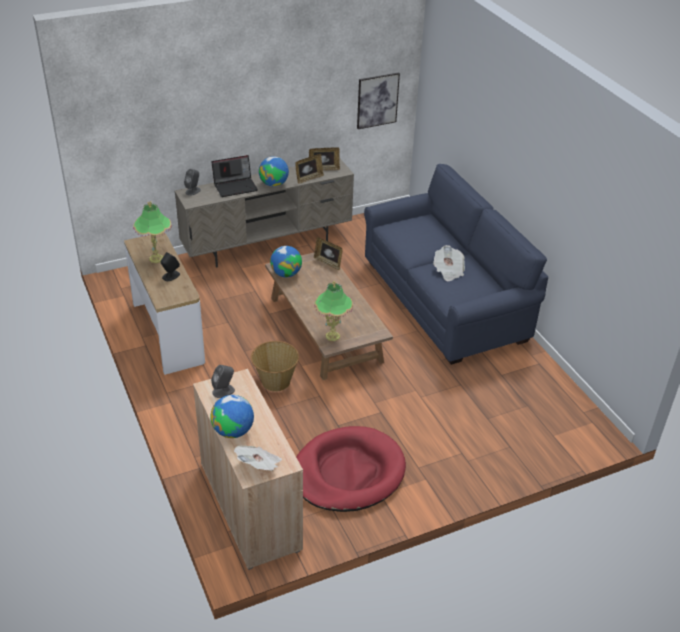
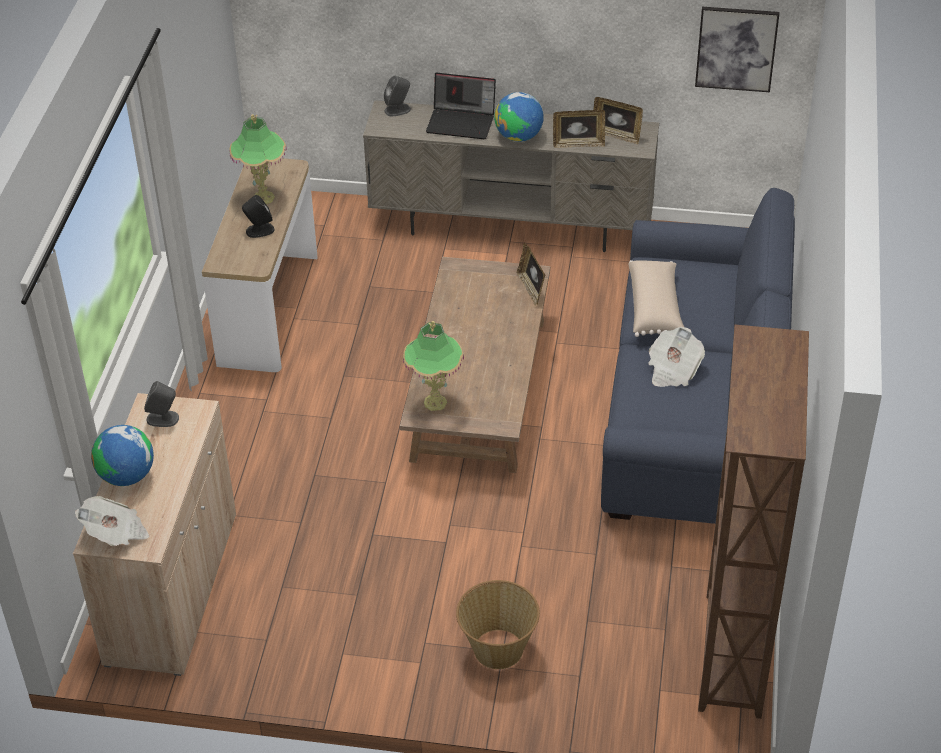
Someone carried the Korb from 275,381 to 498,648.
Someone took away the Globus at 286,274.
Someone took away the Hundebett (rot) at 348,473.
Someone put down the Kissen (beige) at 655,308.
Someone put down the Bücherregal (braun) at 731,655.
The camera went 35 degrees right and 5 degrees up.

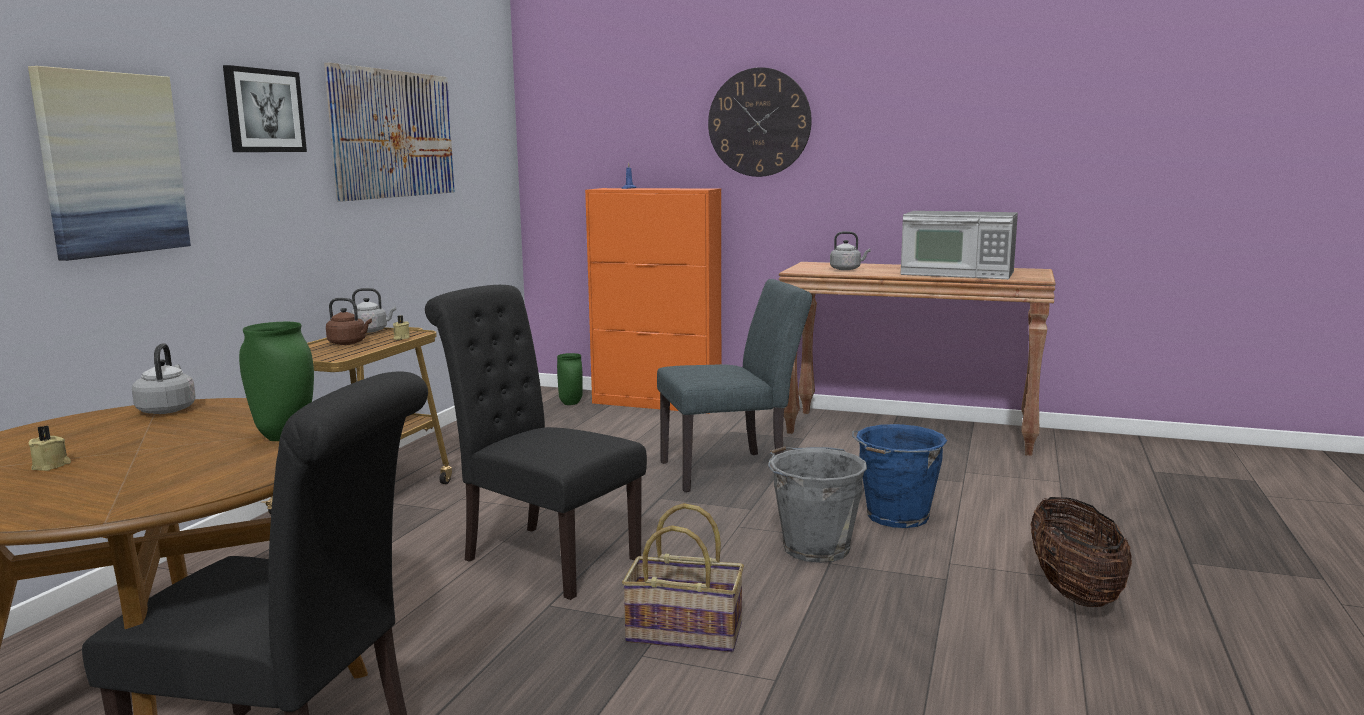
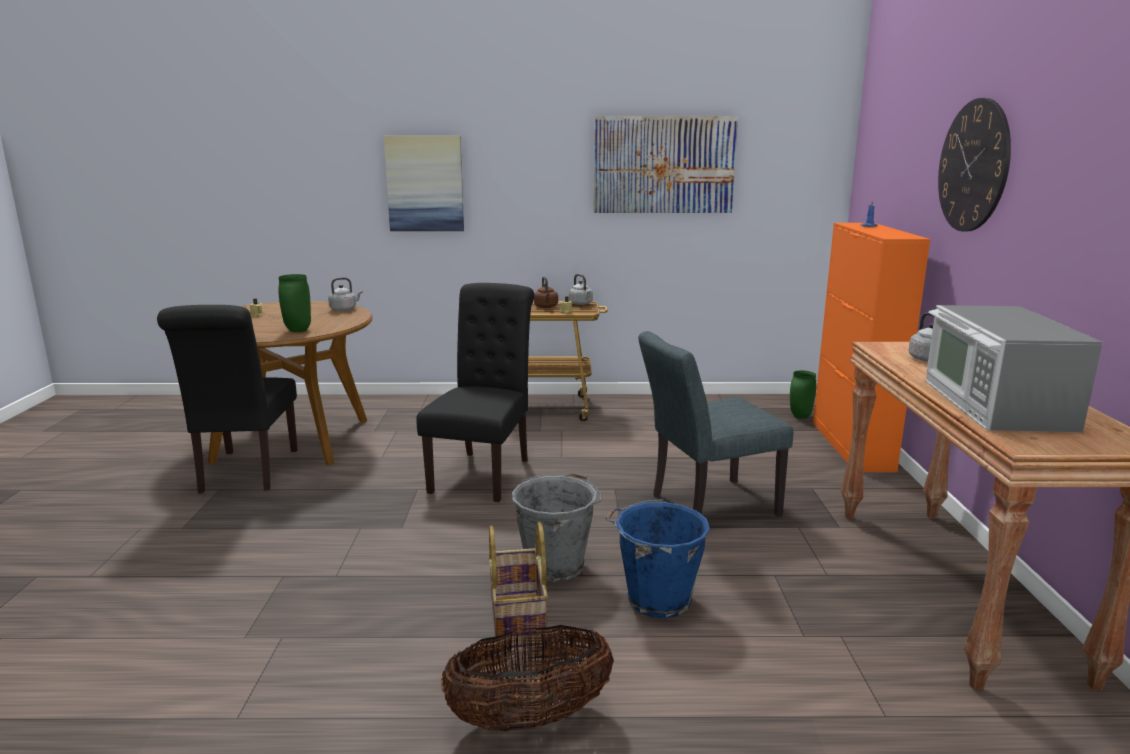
Someone took away the Bild at 264,111.
Someone carried the Korb from 685,632 to 519,620.
Someone rotated the Stuhl (grau) at 732,470 by 105 degrees clockwise.
The camera went 70 degrees right and 5 degrees up.

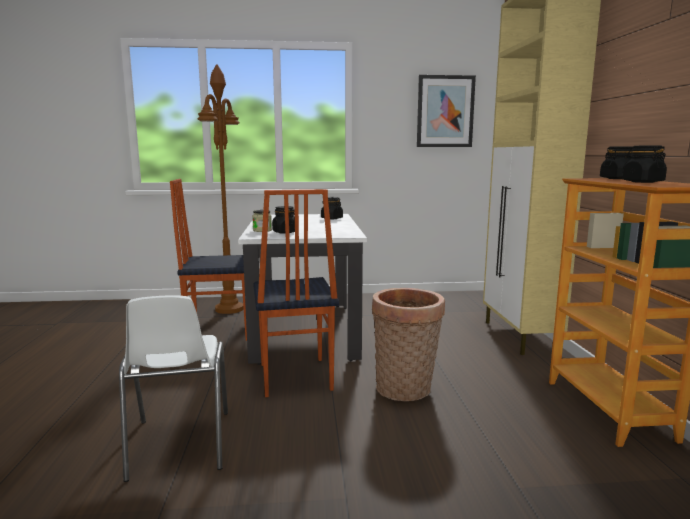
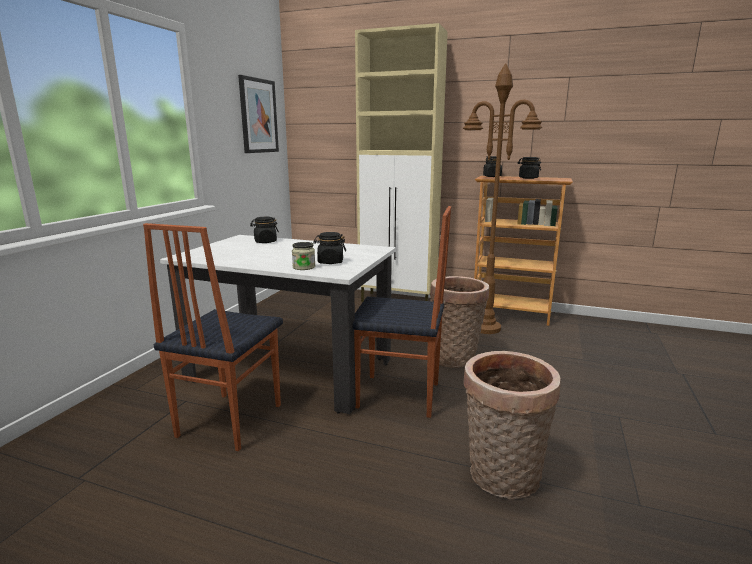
Someone swapped the Stuhl (weiß) at 179,445 for the Korb at 501,478.
Someone carried the Stehlampe (braun) from 229,309 to 486,328.
The camera went 65 degrees left and 5 degrees up.

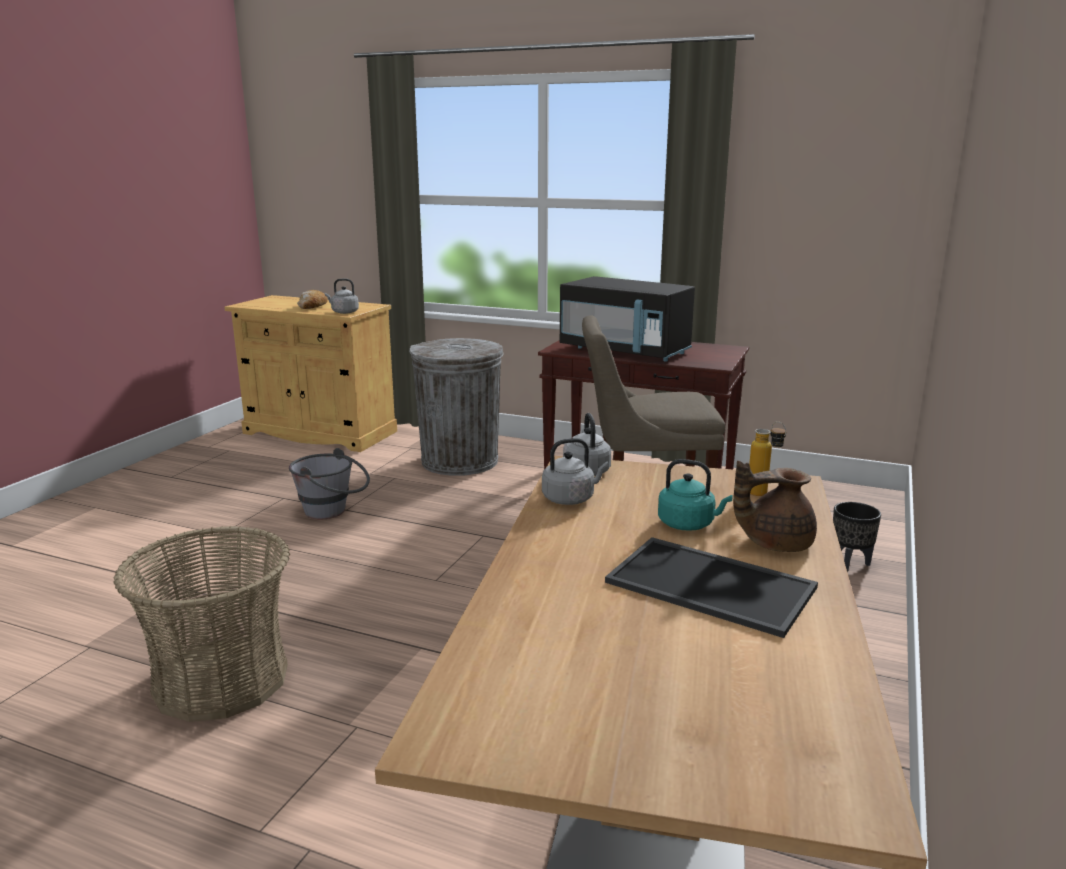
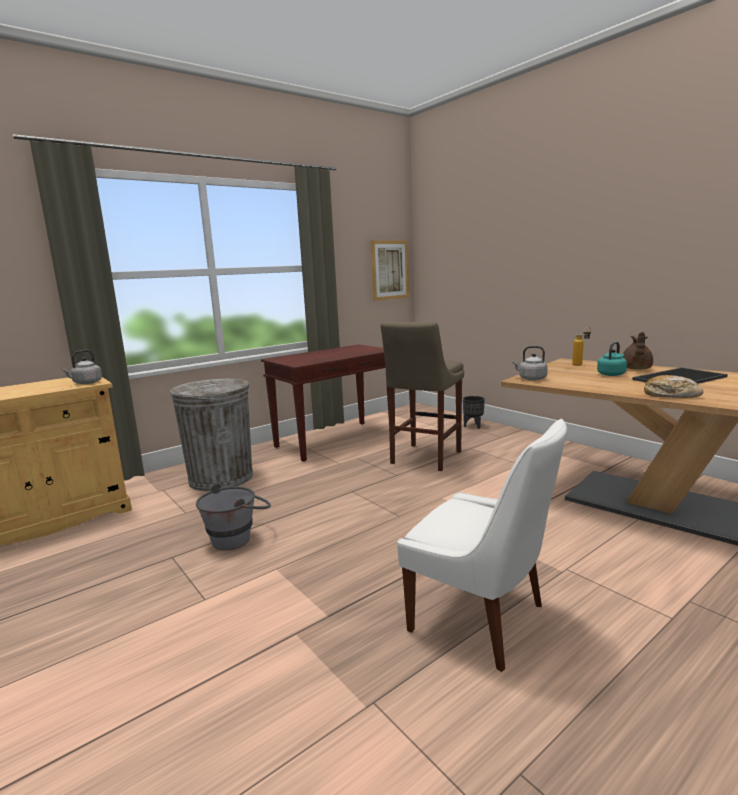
Someone swapped the Korb at 221,680 for the Stuhl (weiß) at 482,620.
Someone carried the Brot from 312,307 to 671,395.
Someone took away the Wasserkessel (grau) at 571,498.
Someone took away the Mikrowelle (schwarz) at 625,351.
Someone put up the Bild at 389,270.
The camera went 60 degrees left and 5 degrees down.

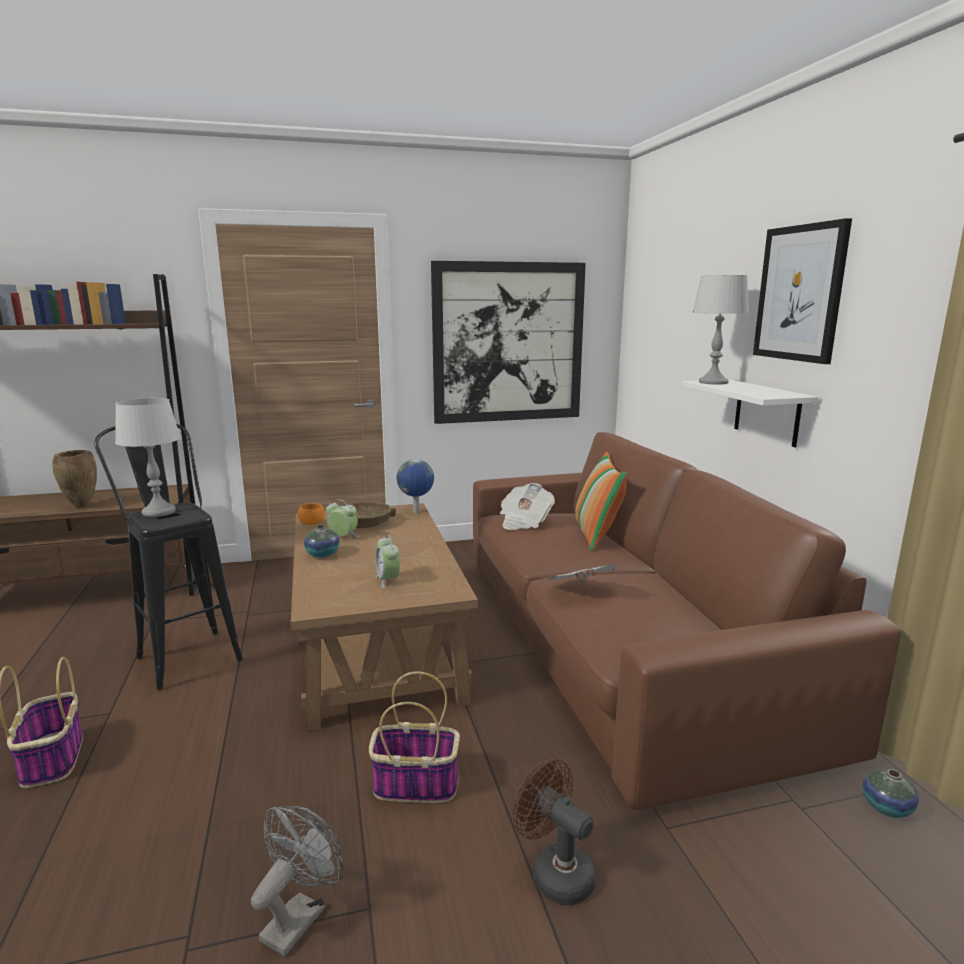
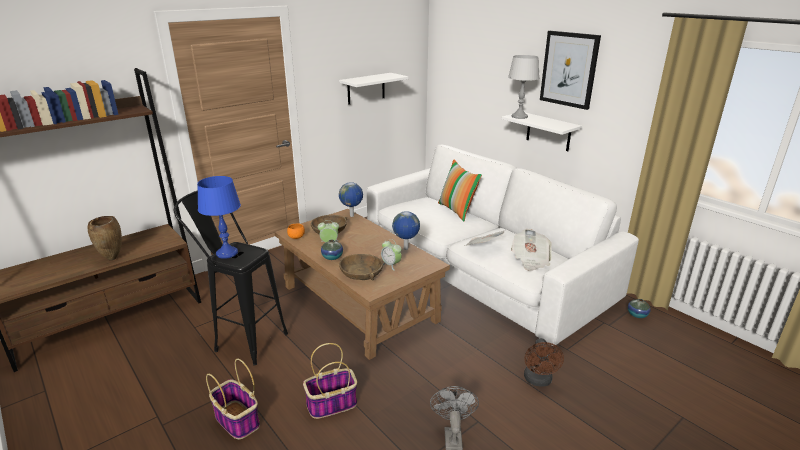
Someone repainted the Tischlampe (grau) at 159,512, which became the Tischlampe (blau) at 227,253.
Someone carried the Korb from 414,785 to 331,404.
Someone swapped the Bild at 508,343 for the Wandregal (weiß) at 366,88.
Someone repainted the Sofa (braun) at 616,639, which became the Sofa (weiß) at 482,267.
Someone carried the Zeitung from 524,522 to 530,260.
Someone rotated the Ventilator (braun) at 555,872 by 105 degrees counterclockwise.
Someone put down the Schüssel (braun) at 361,273.
Someone put down the Globus at 406,249.
The camera went 25 degrees left and 10 degrees up.

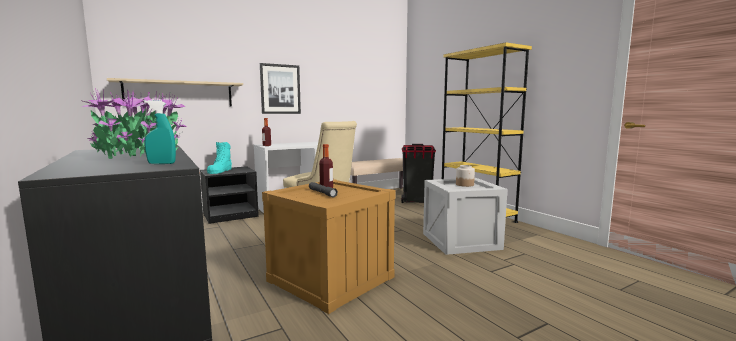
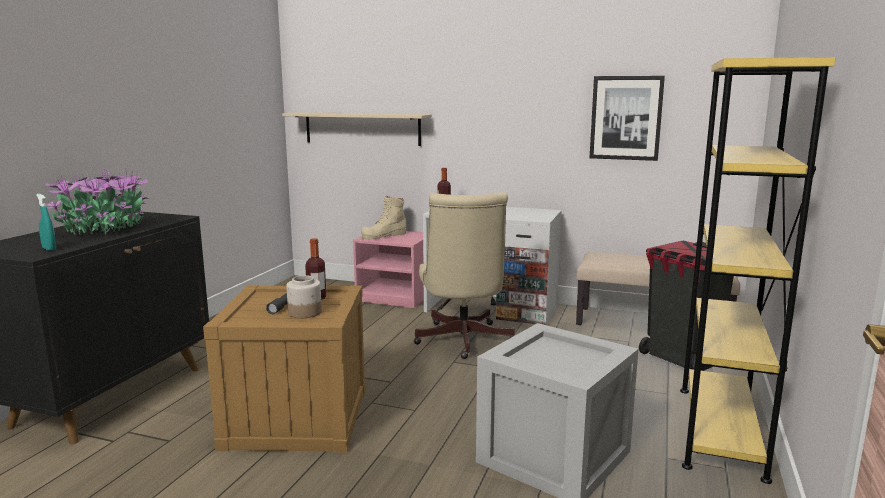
Someone repainted the Nachttisch (schwarz) at 231,215, which became the Nachttisch (rosa) at 396,296.
Someone repainted the Stiefel (türkis) at 220,171, which became the Stiefel (beige) at 384,235.
Someone carried the Bild from 280,89 to 626,118.
Someone carried the Vorratsglas from 465,184 to 305,312.
The camera went 50 degrees right and 5 degrees up.

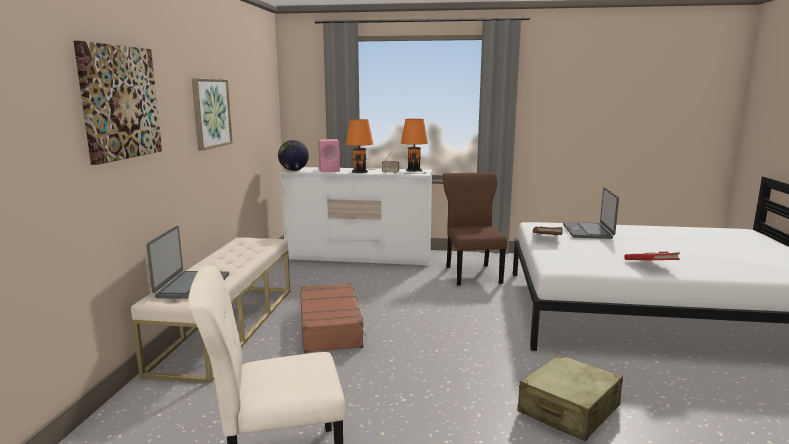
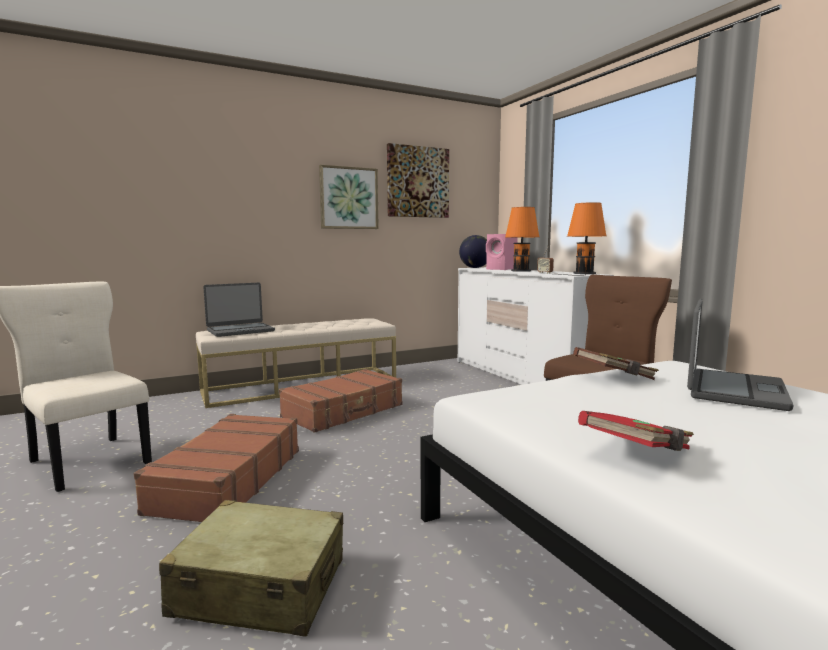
Someone carried the Bild from 119,102 to 417,182.
Someone rotated the Laptop at 588,231 by 150 degrees clockwise.
Someone put down the Koffer (braun) at 227,480.
The camera went 55 degrees right and 5 degrees down.

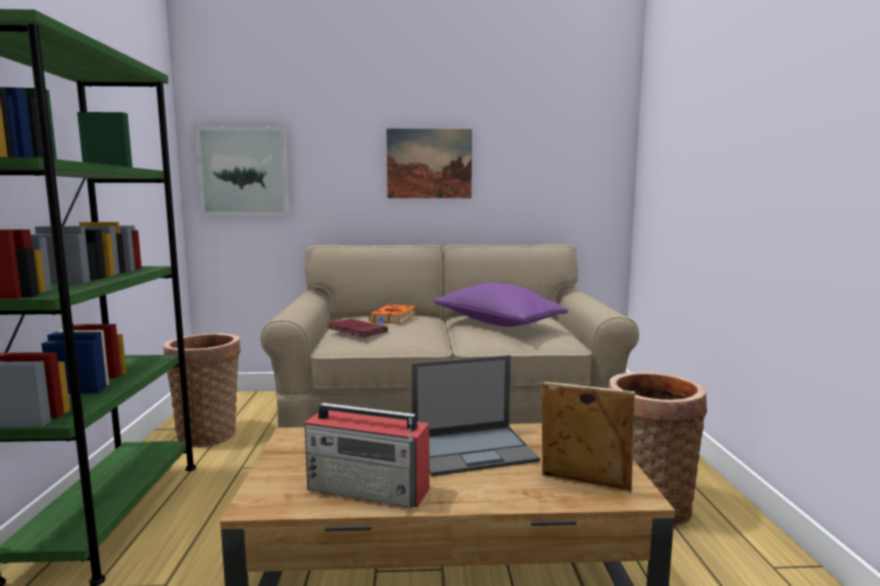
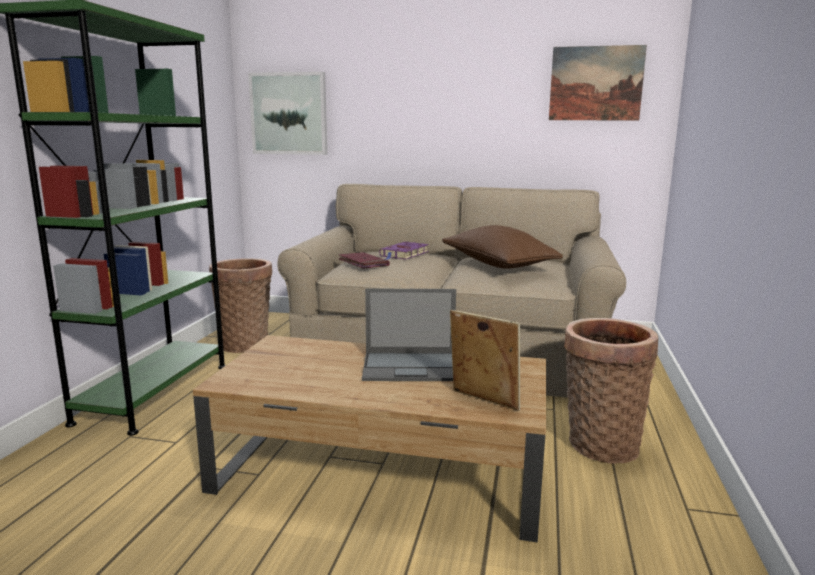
Someone took away the Radio at 369,489.
Someone repainted the Buch (orange) at 393,318, which became the Buch (lila) at 404,254.
Someone carried the Bild from 429,163 to 596,83.
Someone repainted the Kissen (lila) at 497,324, which became the Kissen (braun) at 497,265.
The camera went 15 degrees right and 5 degrees up.

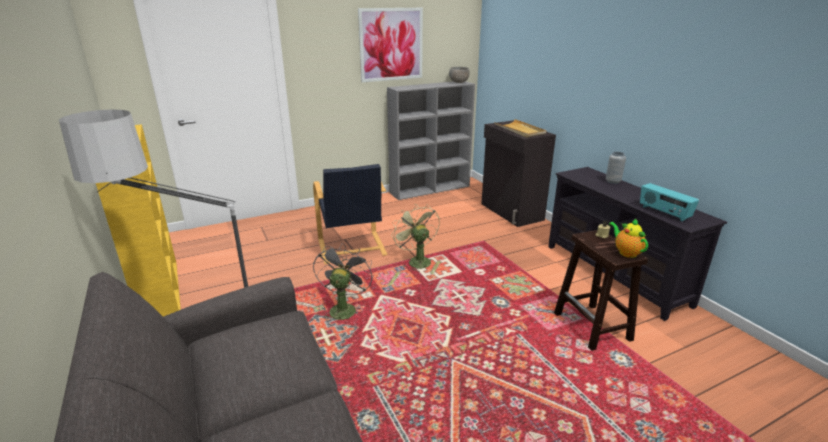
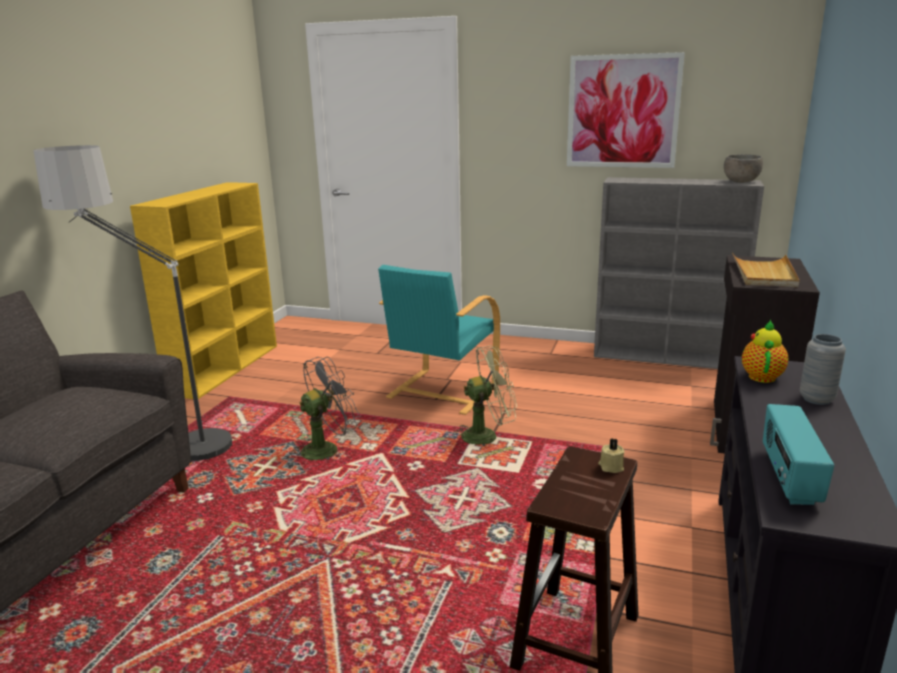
Someone repainted the Sessel (schwarz) at 351,248, which became the Sessel (türkis) at 441,391.
Someone rotated the Ventilator (grün) at 416,261 by 60 degrees clockwise.
Someone carried the Teekanne from 626,252 to 761,376.
The camera went 45 degrees right and 5 degrees down.

